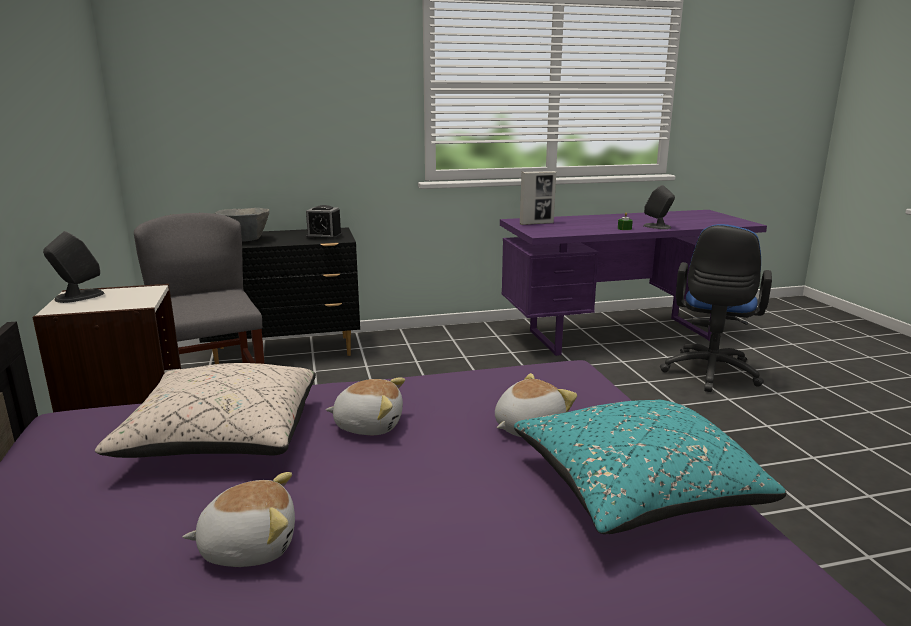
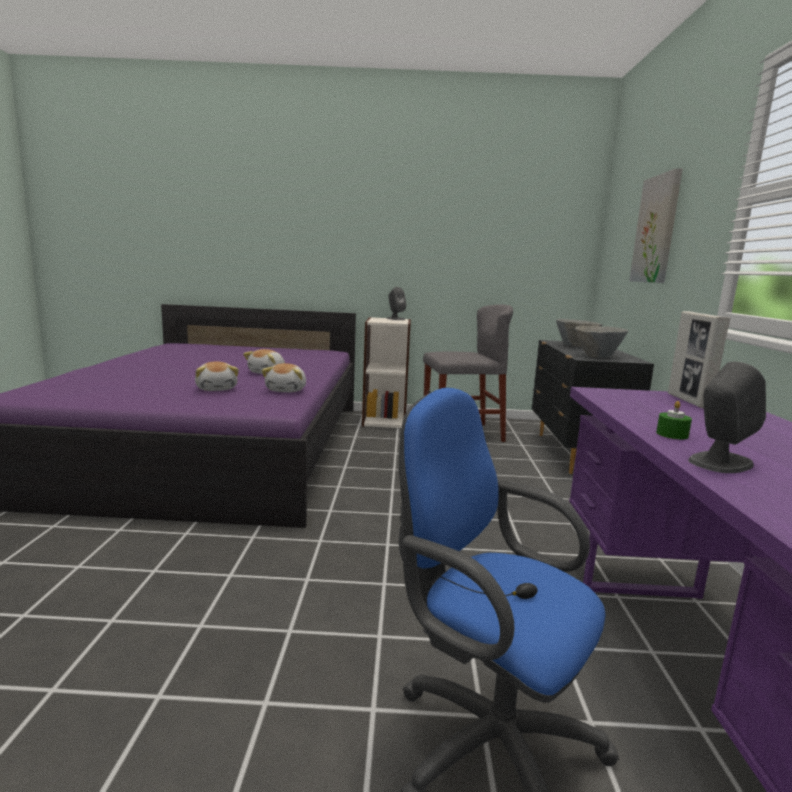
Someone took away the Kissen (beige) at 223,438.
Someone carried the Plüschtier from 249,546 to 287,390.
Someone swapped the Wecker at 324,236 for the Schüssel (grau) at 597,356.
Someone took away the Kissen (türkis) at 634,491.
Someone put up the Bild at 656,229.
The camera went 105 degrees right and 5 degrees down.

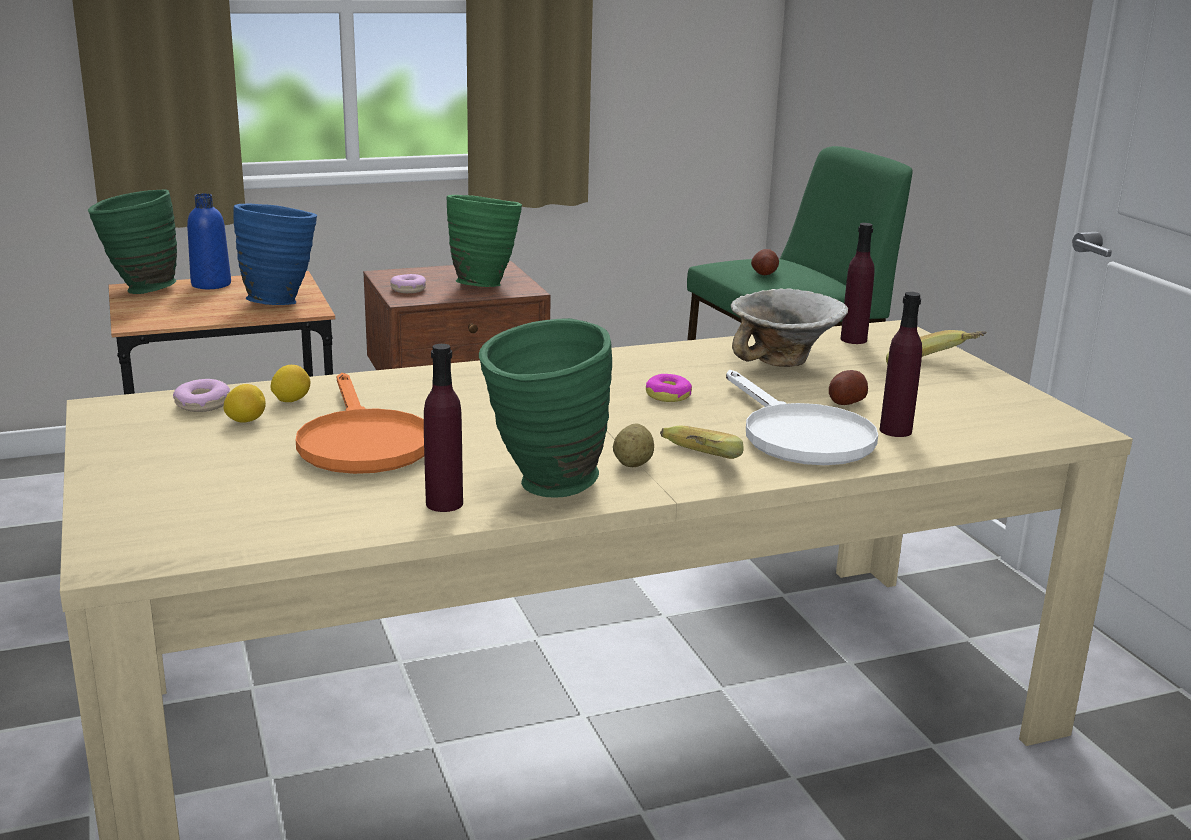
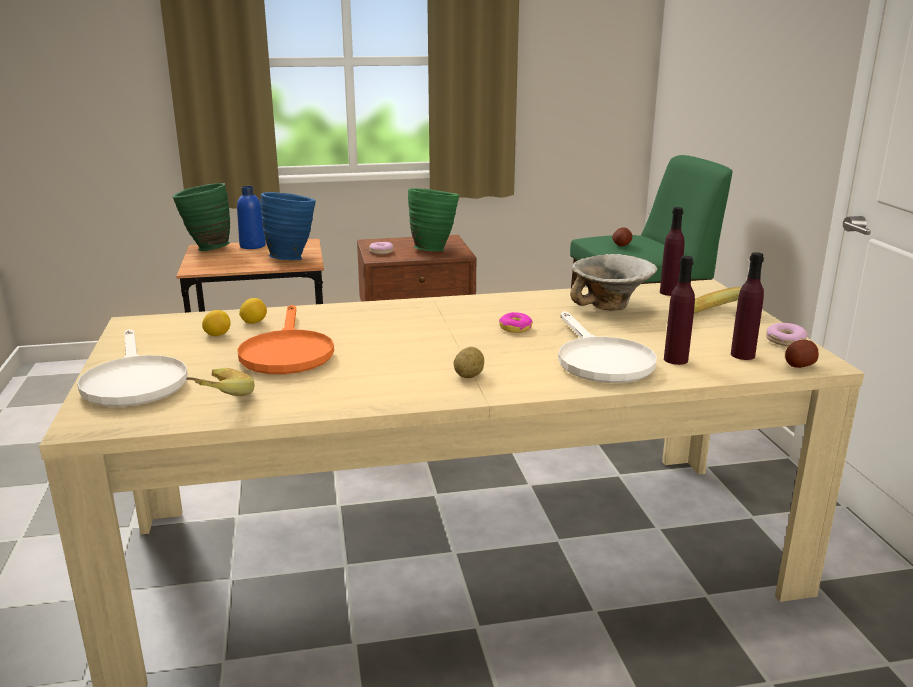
Someone carried the Donut from 202,404 to 785,341.
Someone carried the Flasche (lila) from 444,503 to 742,355.
Someone took away the Vase (grün) at 544,488.
Someone carried the Banane from 691,465 to 217,399.
Someone carried the Kartoffel from 846,402 to 799,365.
Someone put down the Pfanne (weiß) at 133,381.
The camera went 10 degrees right and 0 degrees up.

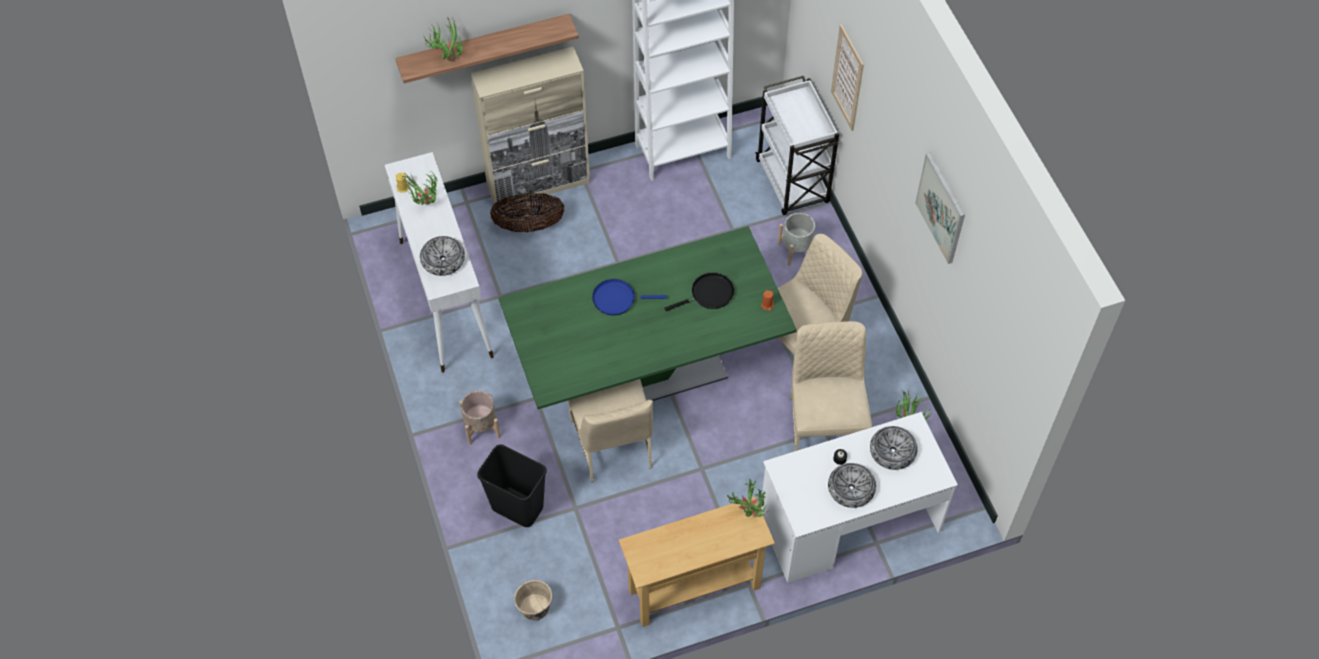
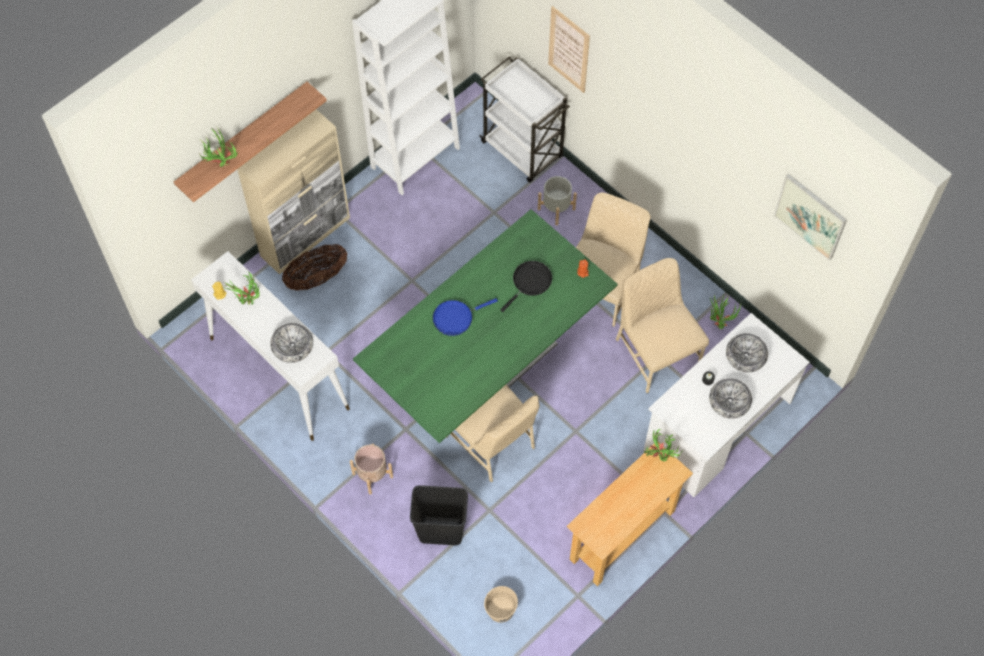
Someone carried the Bild from 941,208 to 810,216.
The camera went 25 degrees left and 5 degrees up.

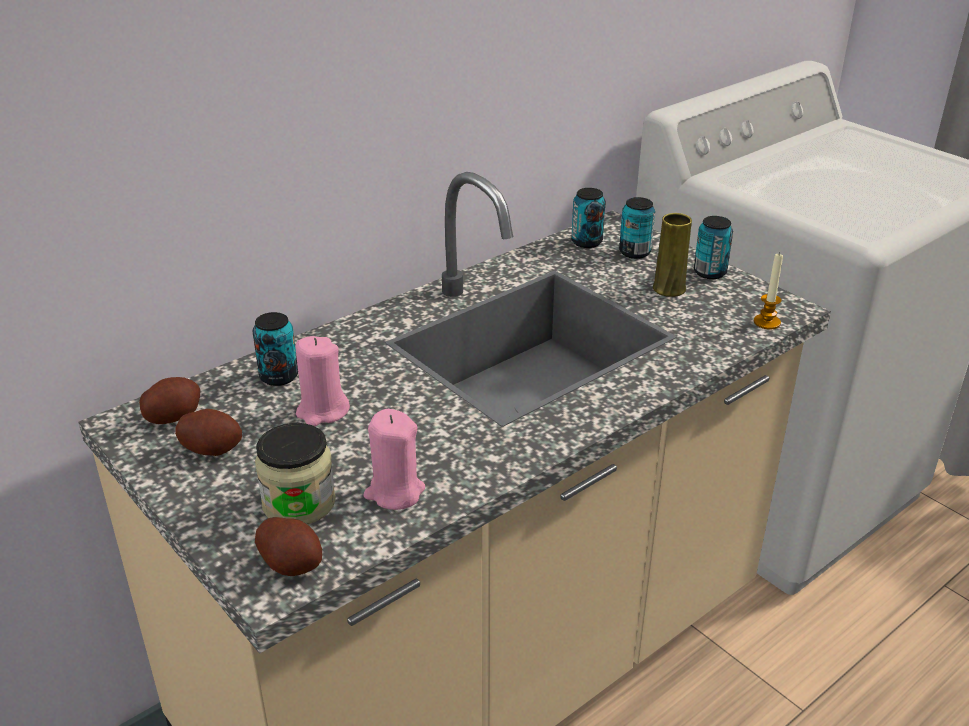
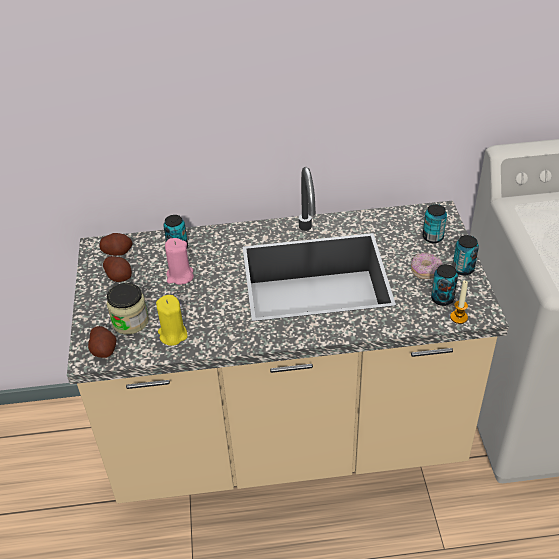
Someone repainted the Kerze (rosa) at 394,492, which became the Kerze (gelb) at 172,334.
Someone carried the Dose from 586,242 to 442,299.
Someone swapped the Vase (gelb) at 669,289 for the Donut at 425,271.
The camera went 35 degrees right and 10 degrees up.

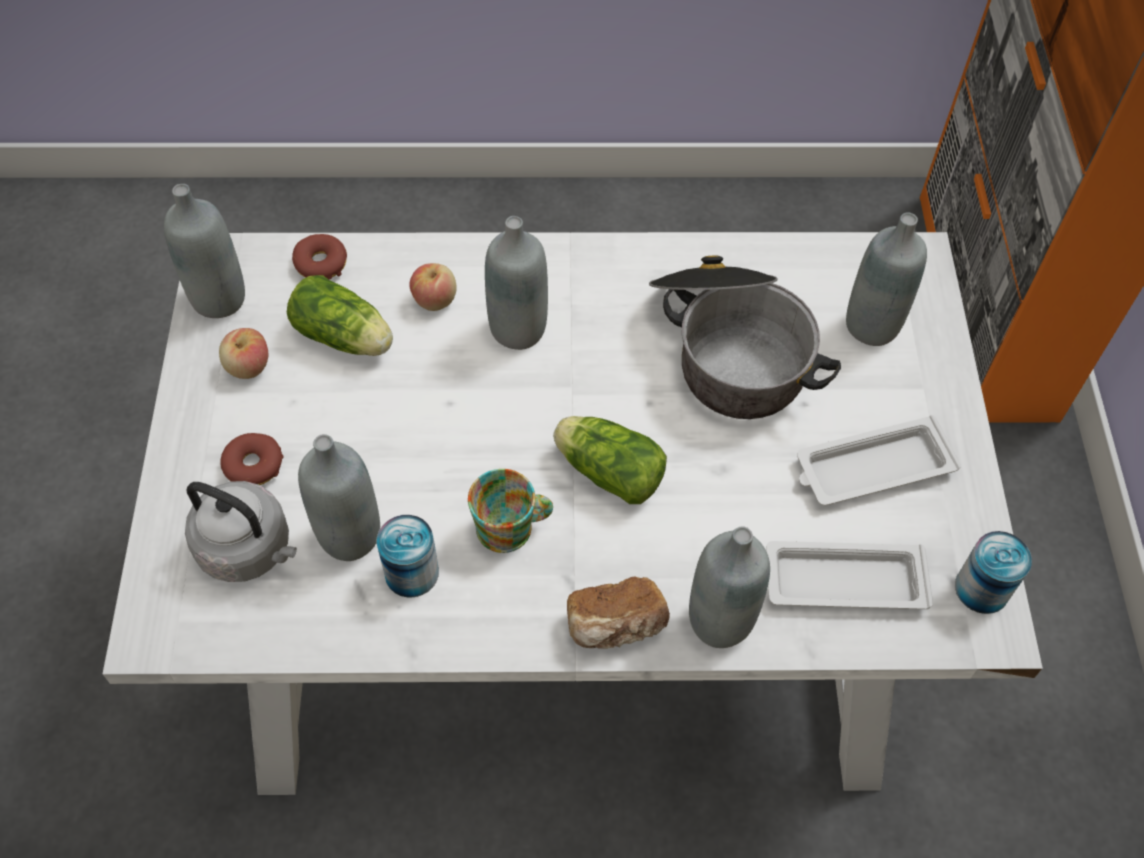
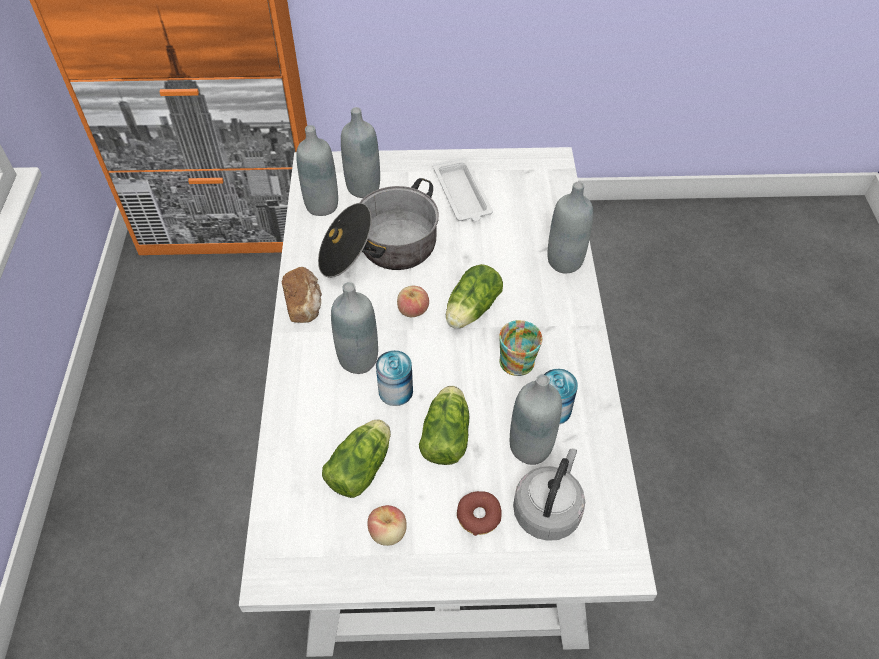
Someone carried the Flasche (grau) from 219,299 to 322,205.
Someone took away the Donut at 321,263.
Someone carried the Apfel from 435,299 to 413,310.
Someone carried the Brot from 616,626 to 305,304.
Someone took away the Tablett (weiß) at 841,581.
Someone carried the Dose from 982,588 to 395,391.
Someone put down the Salatkopf at 446,434.
The camera went 90 degrees left and 5 degrees down.

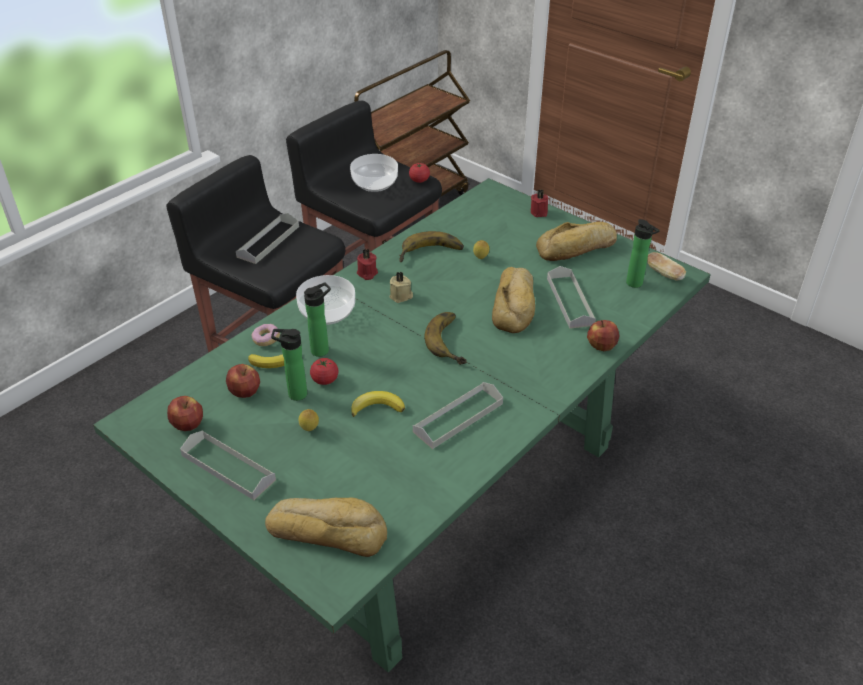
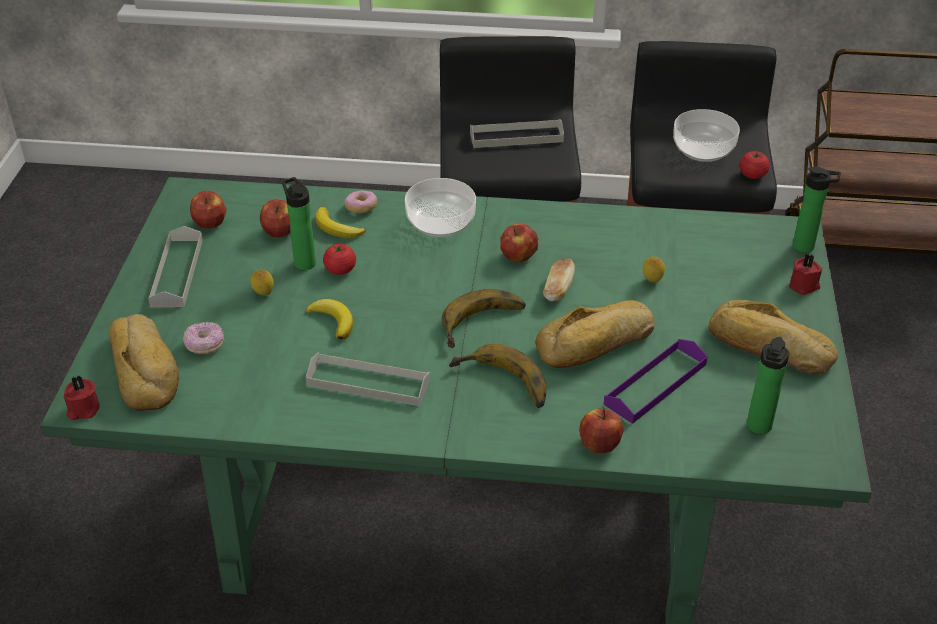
Someone carried the Flasche from 322,349 to 806,247.
Someone carried the Kerze (rot) from 367,273 to 83,409.
Someone swapped the Kerze (beige) at 401,296 for the Apfel at 519,257.
Someone carried the Banane from 431,254 to 500,385.
Someone repainted the Tablett (grau) at 570,301, which became the Tablett (lila) at 655,384.
Someone carried the Brot from 664,274 to 558,289.
Someone put down the Donut at 205,345.
The camera went 55 degrees right and 0 degrees up.

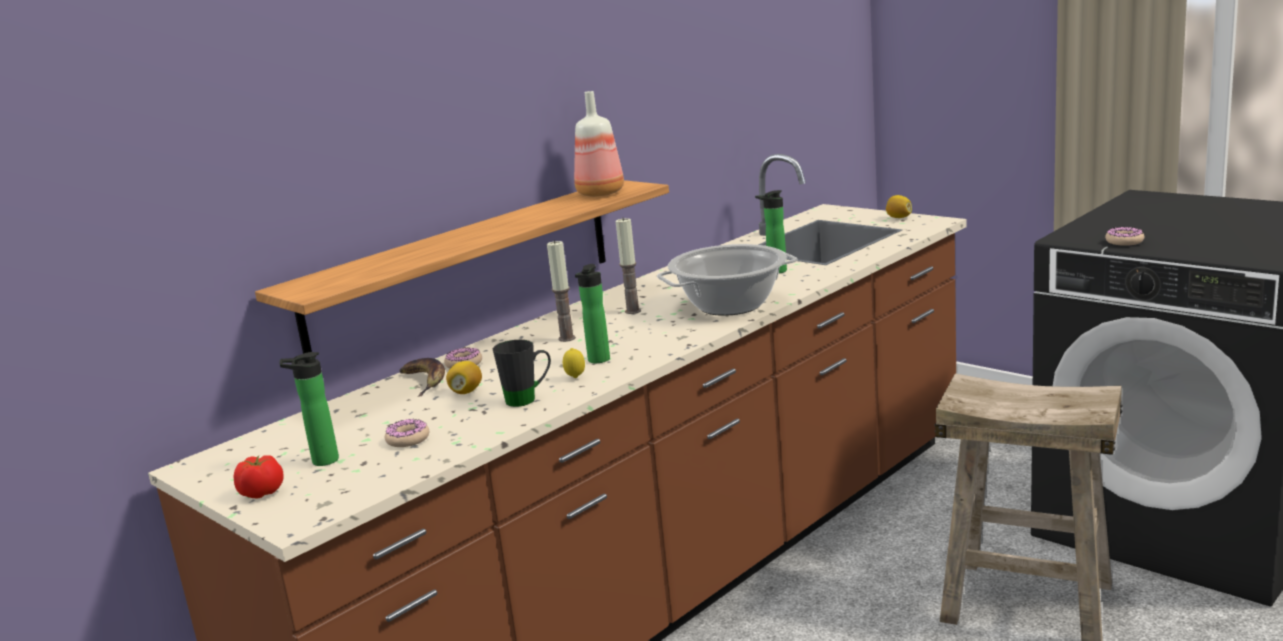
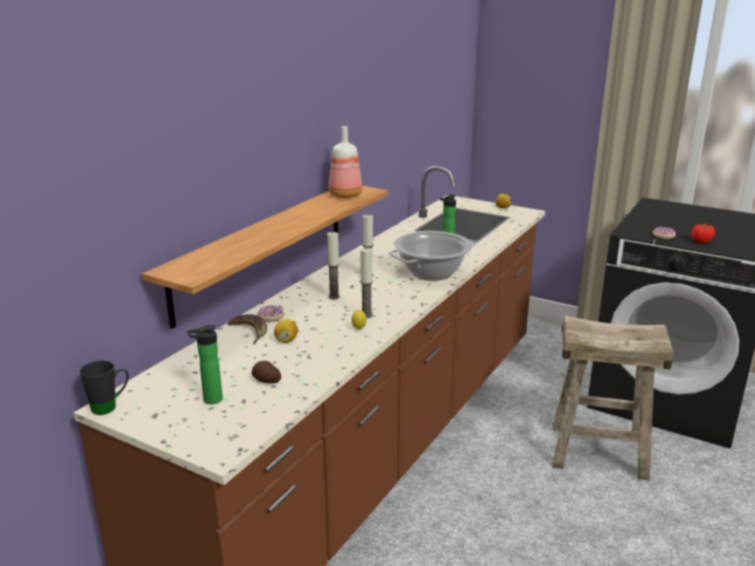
Someone carried the Tomate from 262,493 to 701,241.
Someone swapped the Donut at 408,439 for the Kartoffel at 266,380.
Someone carried the Henkelbecher (schwarz) from 528,399 to 110,406.
Someone swapped the Flasche at 597,361 for the Kerze at 366,315.
The camera went 15 degrees left and 5 degrees up.

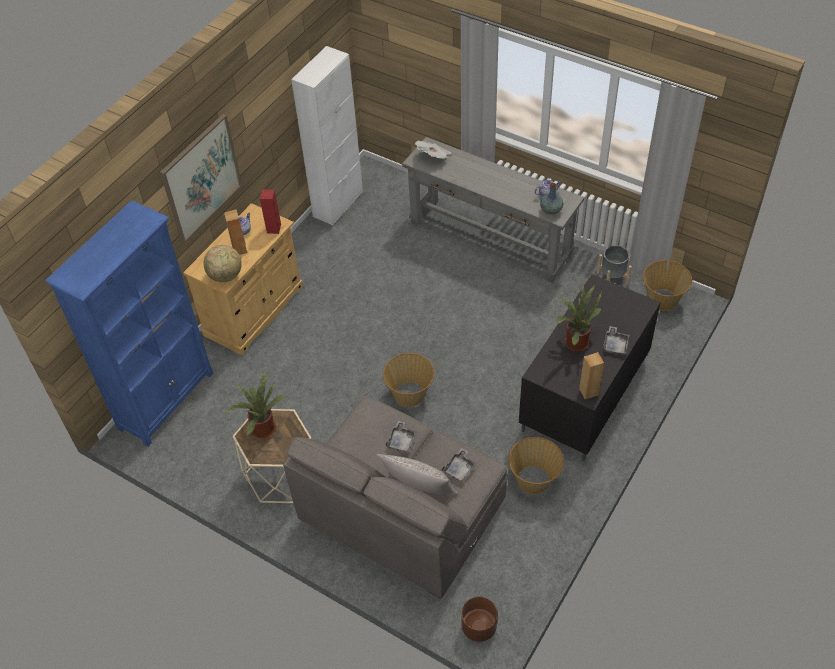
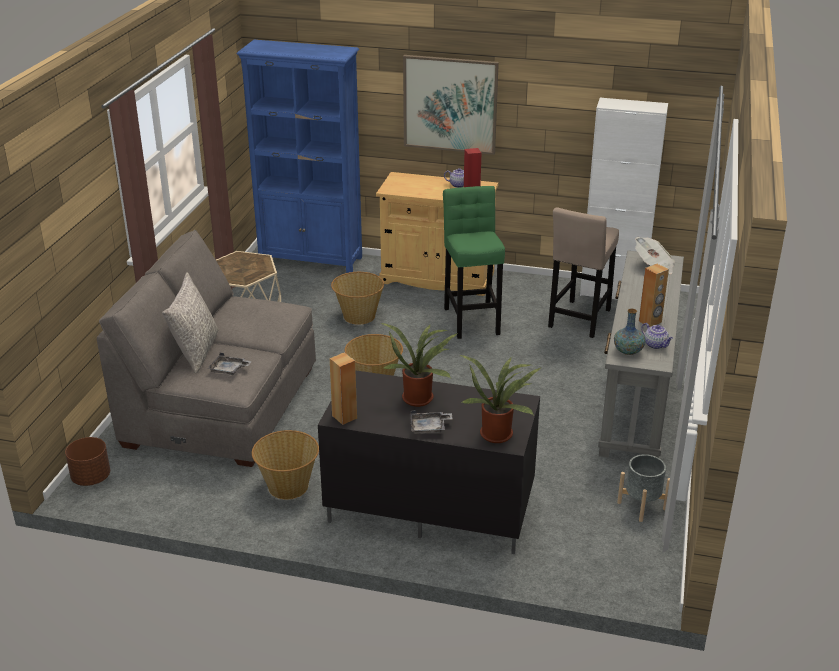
Someone took away the Globus at 226,276.
Someone carried the Lautsprecher (braun) from 240,249 to 650,322.
Someone carried the Topfpflanze from 262,427 to 498,433.
Someone took away the Tablett (grau) at 401,440.
Someone carried the Korb from 662,300 to 358,316.
Someone put down the Hocker (grün) at 472,319.
Someone put down the Hocker (beige) at 578,320.
The camera went 70 degrees right and 20 degrees down.

